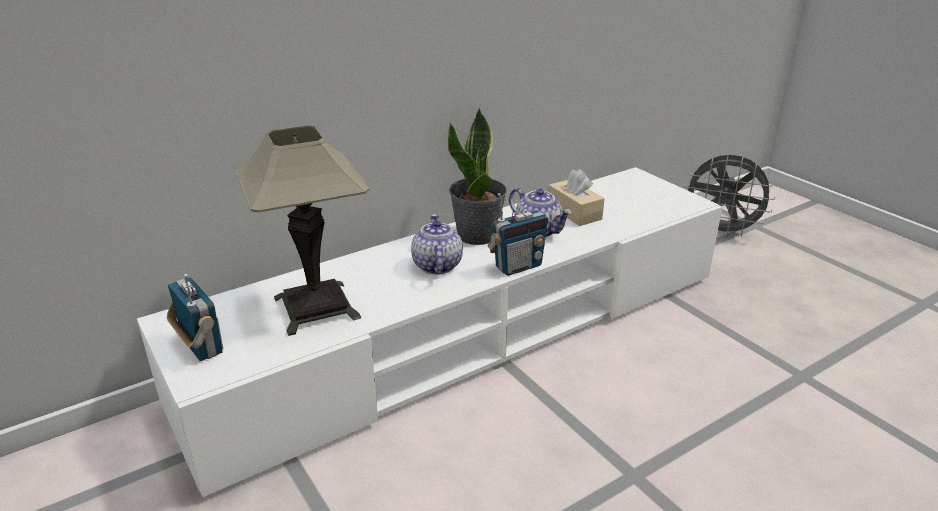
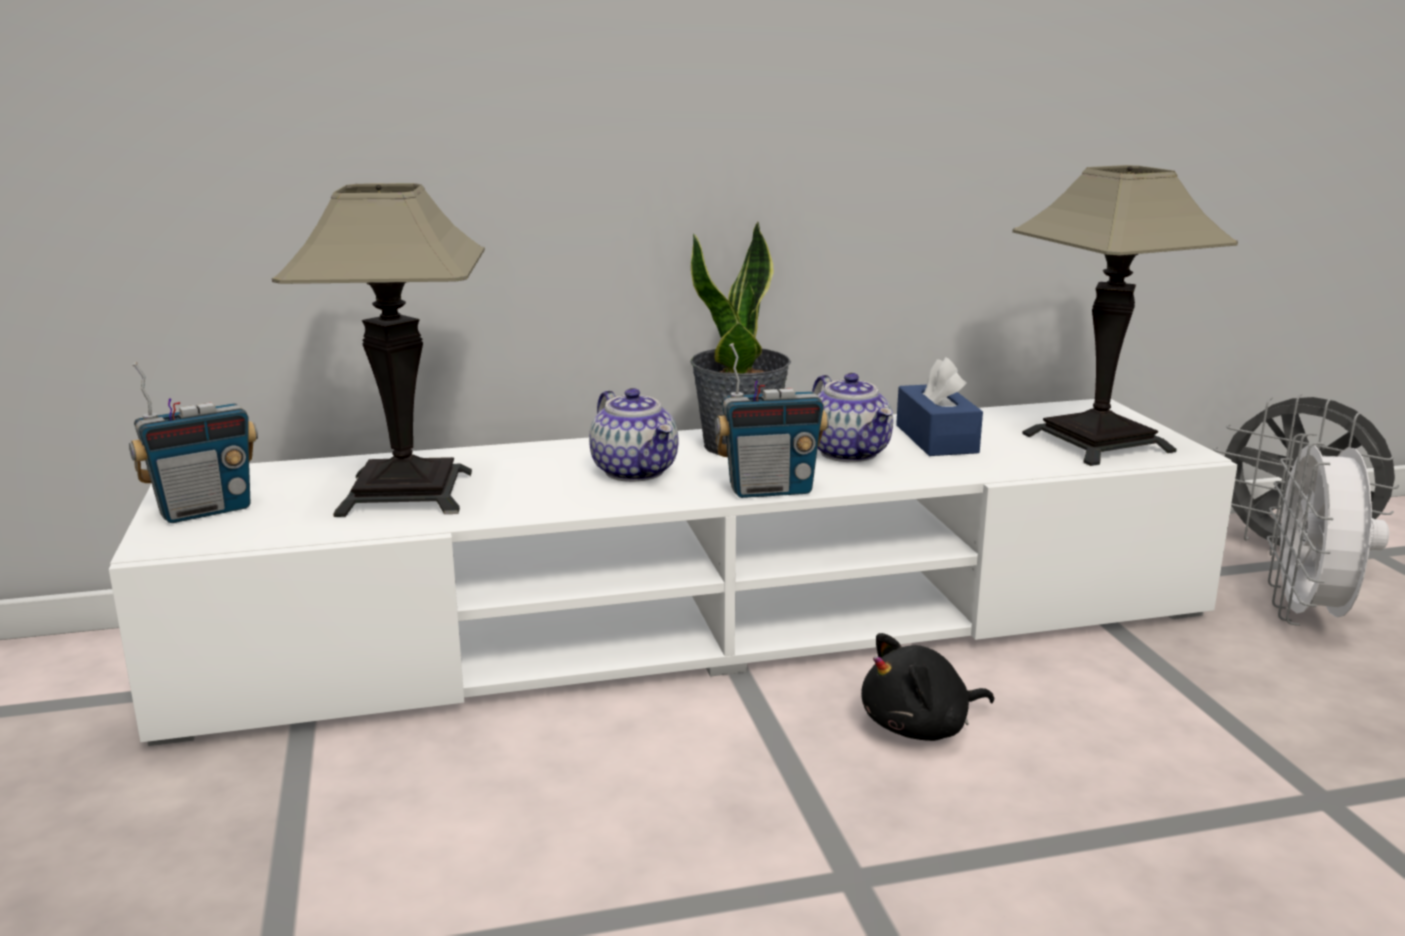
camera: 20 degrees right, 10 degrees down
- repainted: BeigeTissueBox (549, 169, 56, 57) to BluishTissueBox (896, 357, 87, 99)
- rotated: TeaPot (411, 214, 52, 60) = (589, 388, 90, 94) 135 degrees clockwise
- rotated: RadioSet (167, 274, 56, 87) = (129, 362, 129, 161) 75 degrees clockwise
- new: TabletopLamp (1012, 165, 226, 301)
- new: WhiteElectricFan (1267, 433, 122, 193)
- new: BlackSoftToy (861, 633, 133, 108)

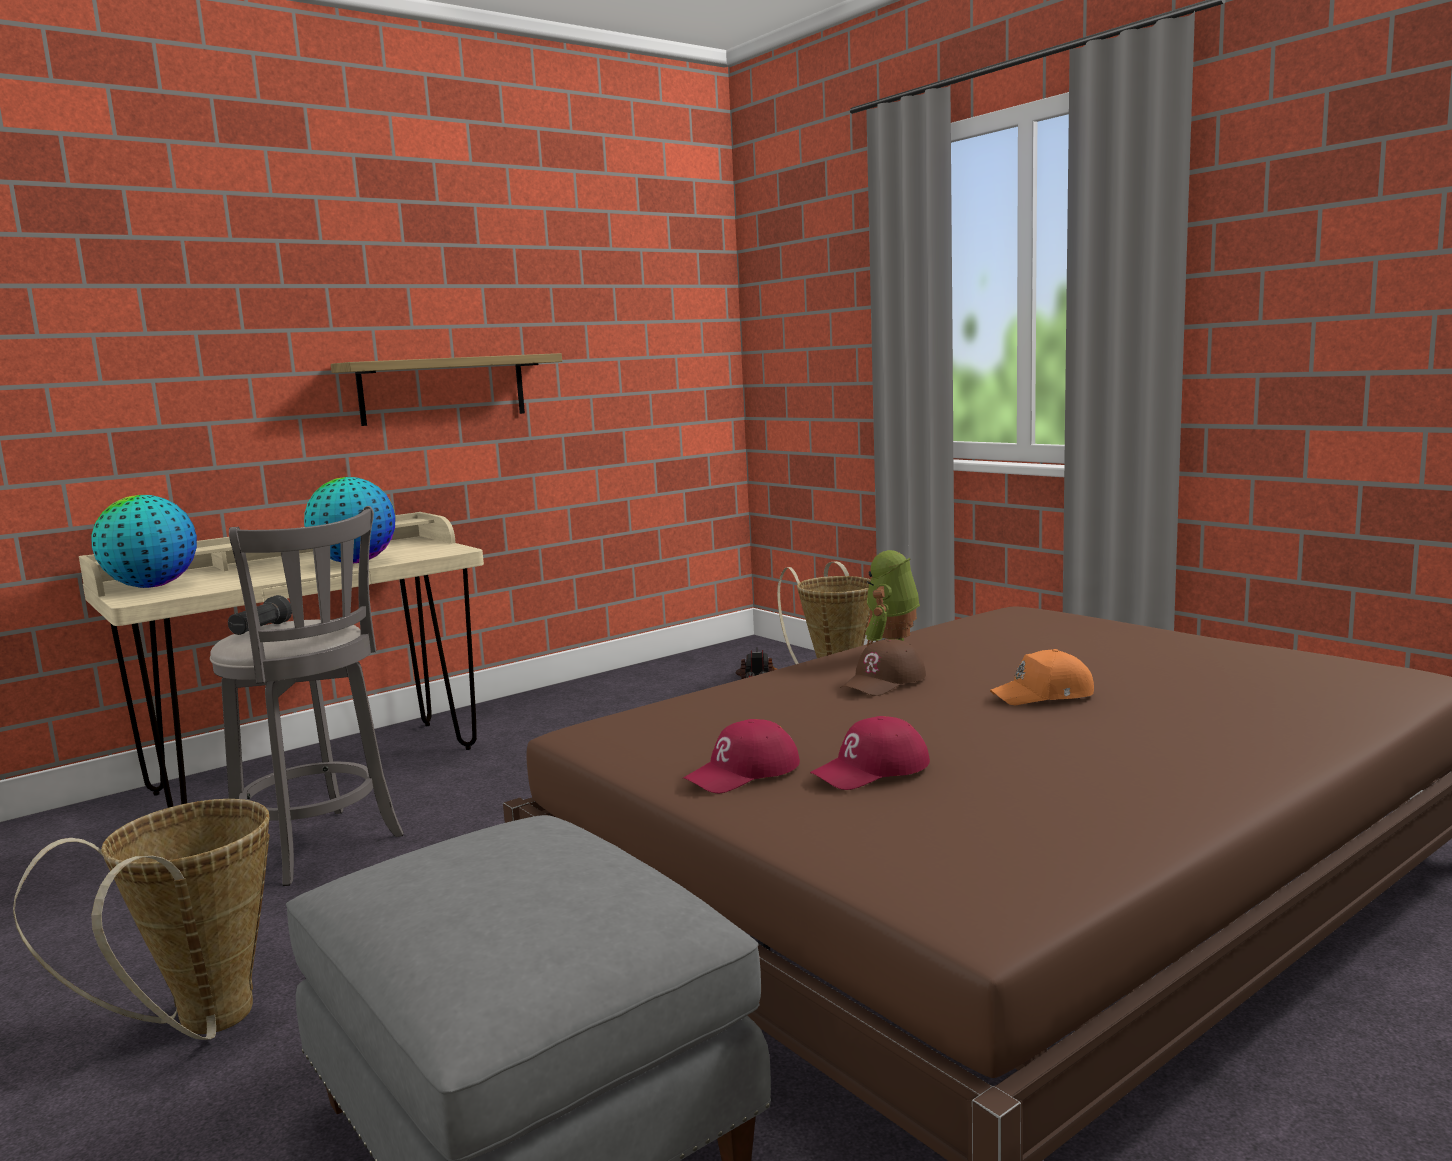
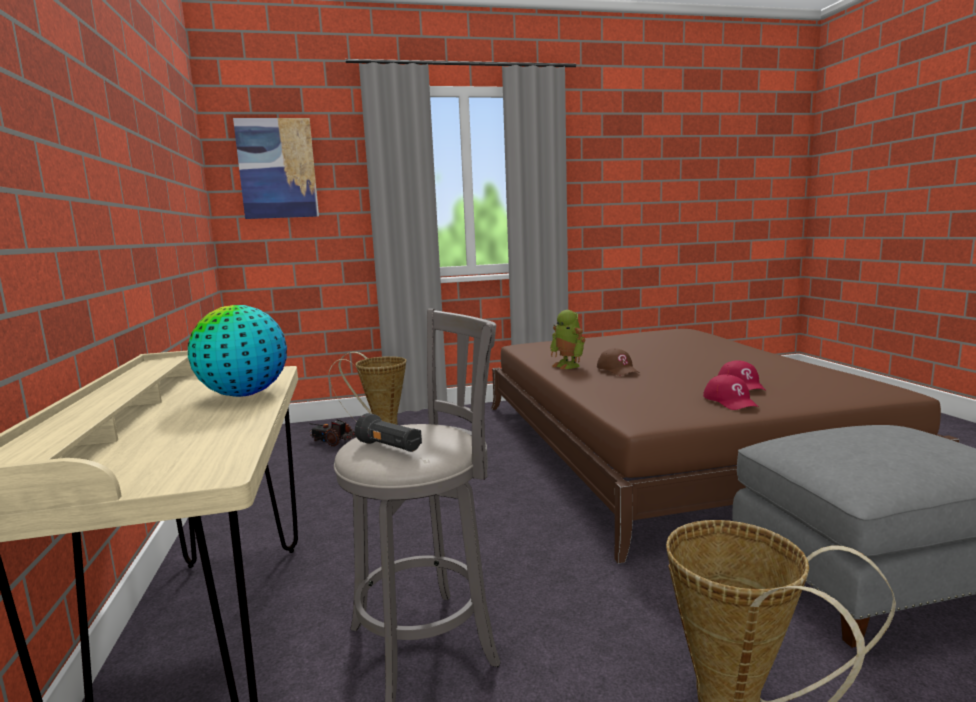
camera: 65 degrees left, 0 degrees up
- gone: Shelf (331, 353, 231, 73)
- gone: Globe (92, 495, 105, 93)
- gone: OrangeBaseballCap (990, 649, 104, 57)
- new: WallArt (233, 118, 86, 101)

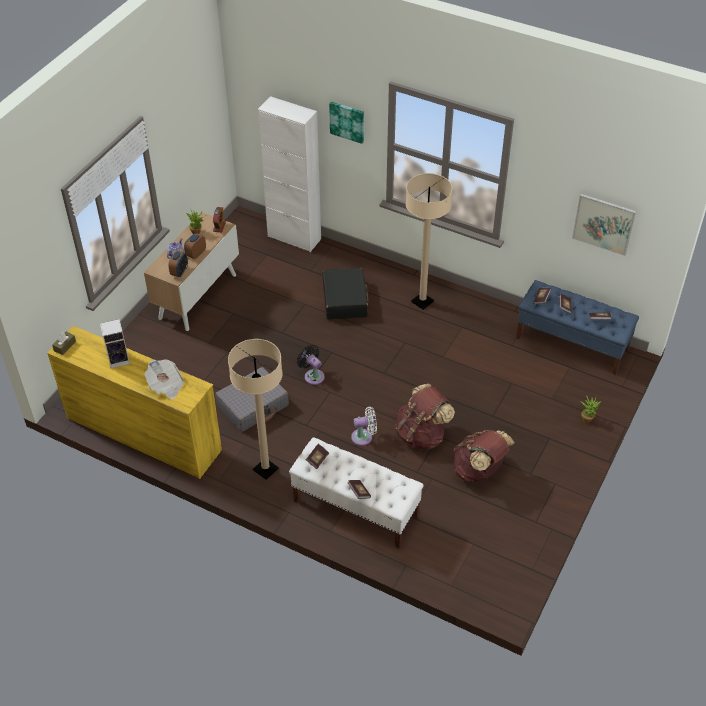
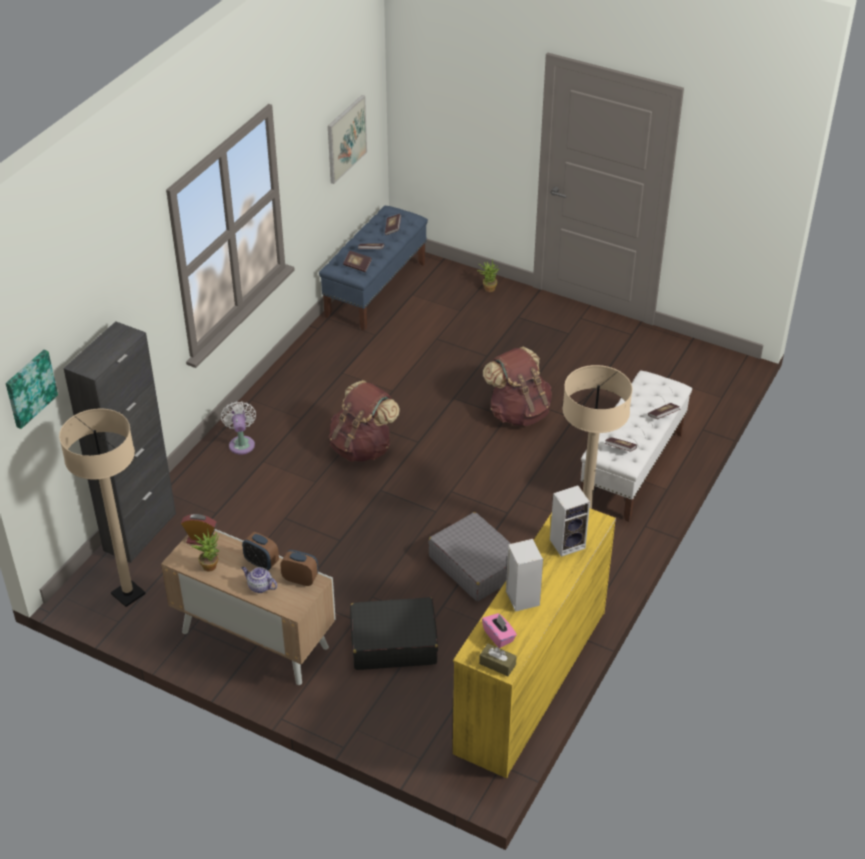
camera: 90 degrees left, 5 degrees down
- repainted: WhiteStorageCabinet (258, 96, 63, 156) to BlackStorageCabinet (63, 321, 113, 242)
- shifted: WallArt (329, 102, 35, 42) to (6, 350, 52, 79)
- shifted: BeigeStandardLamp (406, 173, 46, 137) to (59, 408, 87, 199)
- shifted: BlackPieceOfLuggage (322, 268, 47, 51) to (350, 597, 88, 73)
- gone: BlackElectricFan (297, 345, 28, 40)
- swapped: DailyPaper (145, 359, 40, 40) to Speaker (550, 486, 40, 71)
- shifted: WhiteElectricFan (351, 407, 26, 39) to (221, 401, 35, 54)
- shifted: BrownColouredRucksack (453, 430, 62, 52) to (329, 380, 71, 82)
- new: PinkishTissueBox (482, 613, 35, 35)

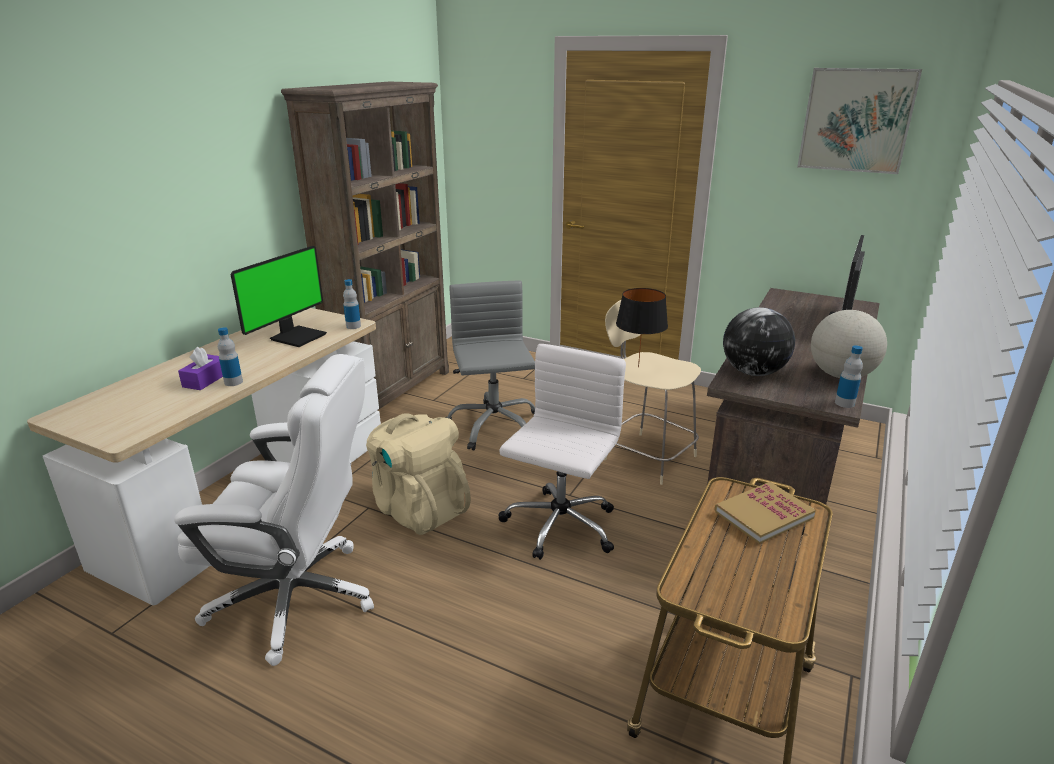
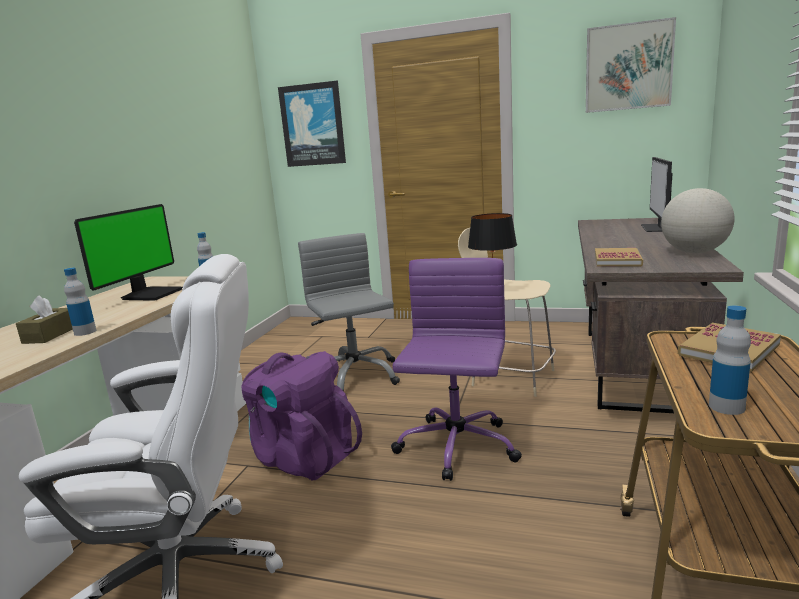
camera: 10 degrees left, 10 degrees down
- gone: BrownColouredShelvingUnit (281, 82, 168, 329)
- swapped: Globe (723, 307, 72, 69) to BoundBook (595, 248, 48, 19)
- repainted: WhiteOfficeChair (498, 344, 128, 216) to PurplishOfficeChair (391, 258, 131, 223)
- shifted: Bottle (835, 345, 28, 63) to (709, 306, 42, 109)
- repainted: PurplishTissueBox (178, 347, 45, 43) to BrownColouredTissueBox (16, 295, 57, 49)
- repainted: BeigeRucksack (366, 413, 105, 122) to PurplishRucksack (241, 351, 121, 130)
- new: WallArt (278, 81, 68, 86)

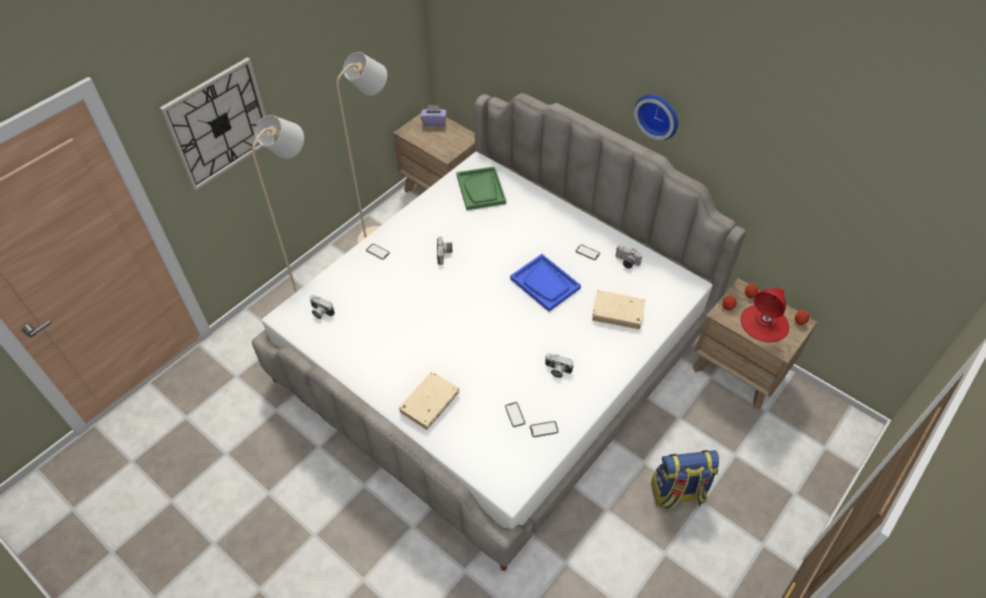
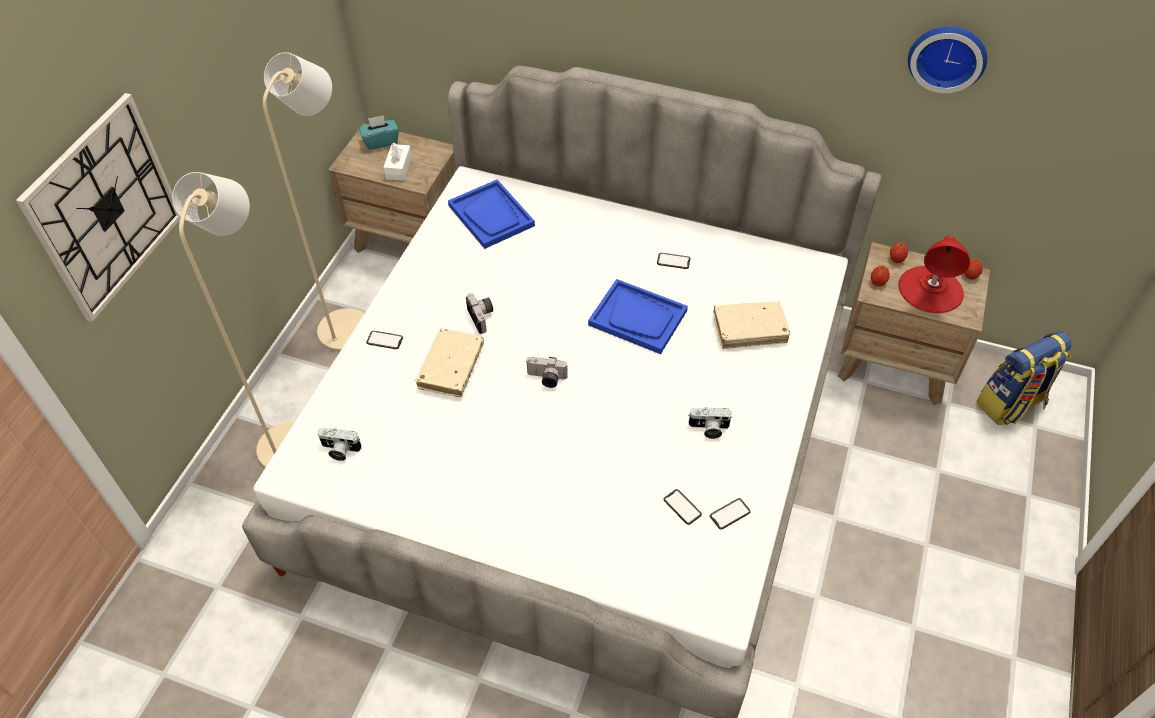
camera: 20 degrees left, 0 degrees up
- shifted: ClockOnTheWall (634, 95, 44, 45) to (908, 26, 79, 67)
- repainted: PurplishTissueBox (421, 105, 26, 21) to TurquoiseColouredTissueBox (359, 115, 40, 35)
- repainted: GreenColouredTray (457, 166, 49, 44) to BluishTray (448, 179, 87, 70)
- shifted: StillCamera (616, 245, 26, 24) to (526, 357, 42, 31)
- shifted: BeigeBoundBook (399, 372, 60, 58) to (416, 329, 68, 68)
- shifted: Rucksack (651, 450, 68, 60) to (976, 331, 96, 94)
- new: WhiteTissueBox (383, 142, 29, 39)

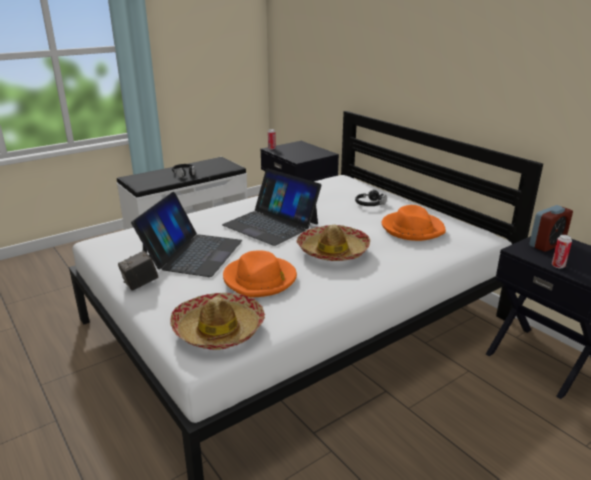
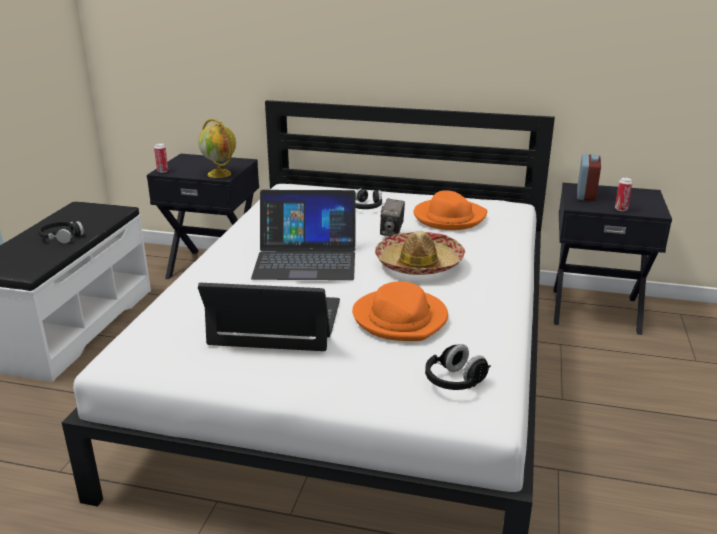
camera: 40 degrees left, 0 degrees up
- rotated: NotebookComputer (131, 192, 111, 85) = (198, 283, 142, 68) 60 degrees counterclockwise
- shifted: StillCamera (118, 251, 40, 40) to (380, 198, 25, 38)
- swapped: Hat (170, 293, 95, 57) to BlackPairOfHeadphones (425, 344, 66, 46)
- new: Globe (198, 119, 38, 59)

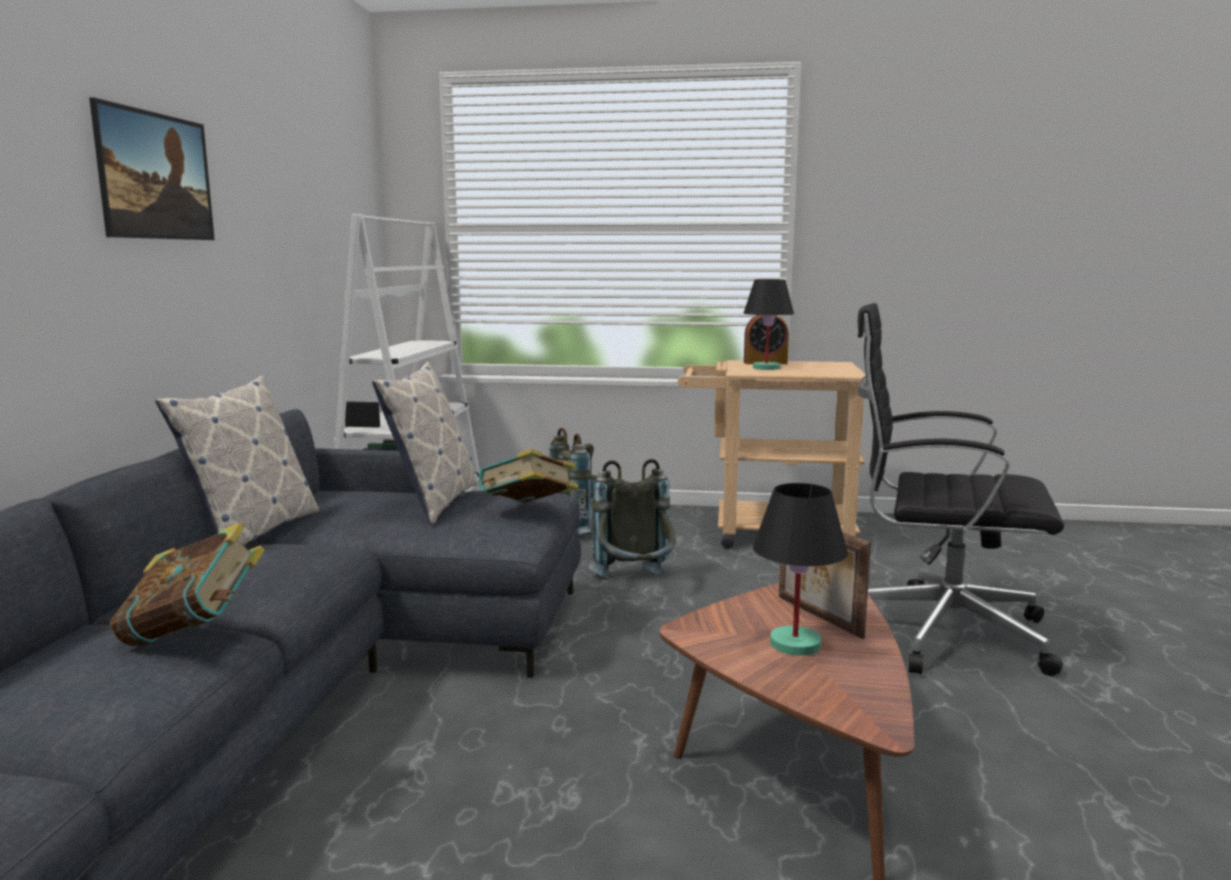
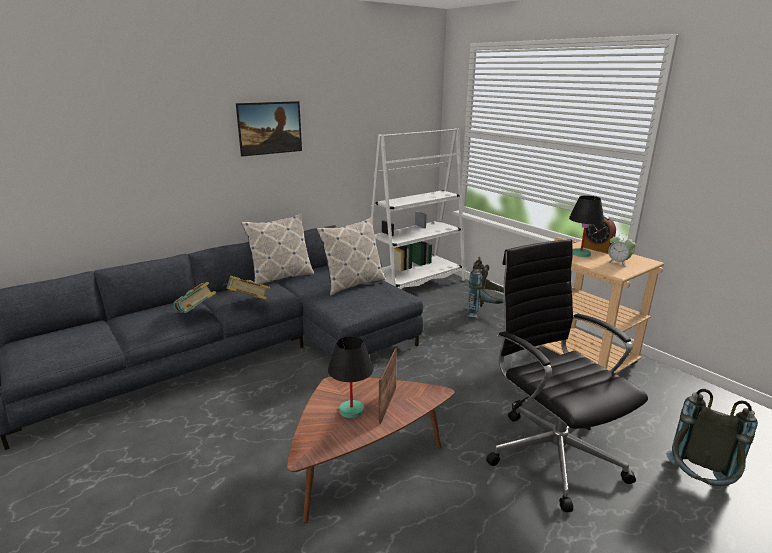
camera: 45 degrees right, 10 degrees up
- shifted: BoundBook (478, 449, 100, 54) to (223, 276, 47, 24)
- shifted: GreyRucksack (589, 459, 87, 118) to (666, 389, 92, 97)
- new: AlarmClock (608, 234, 28, 33)

